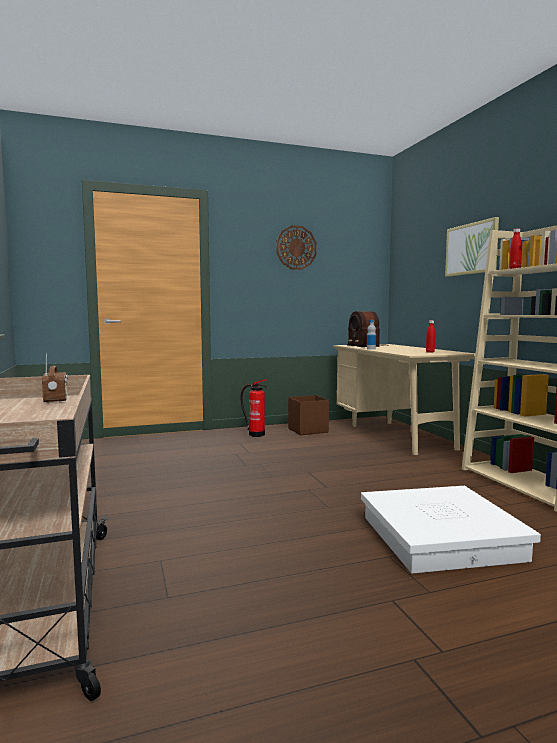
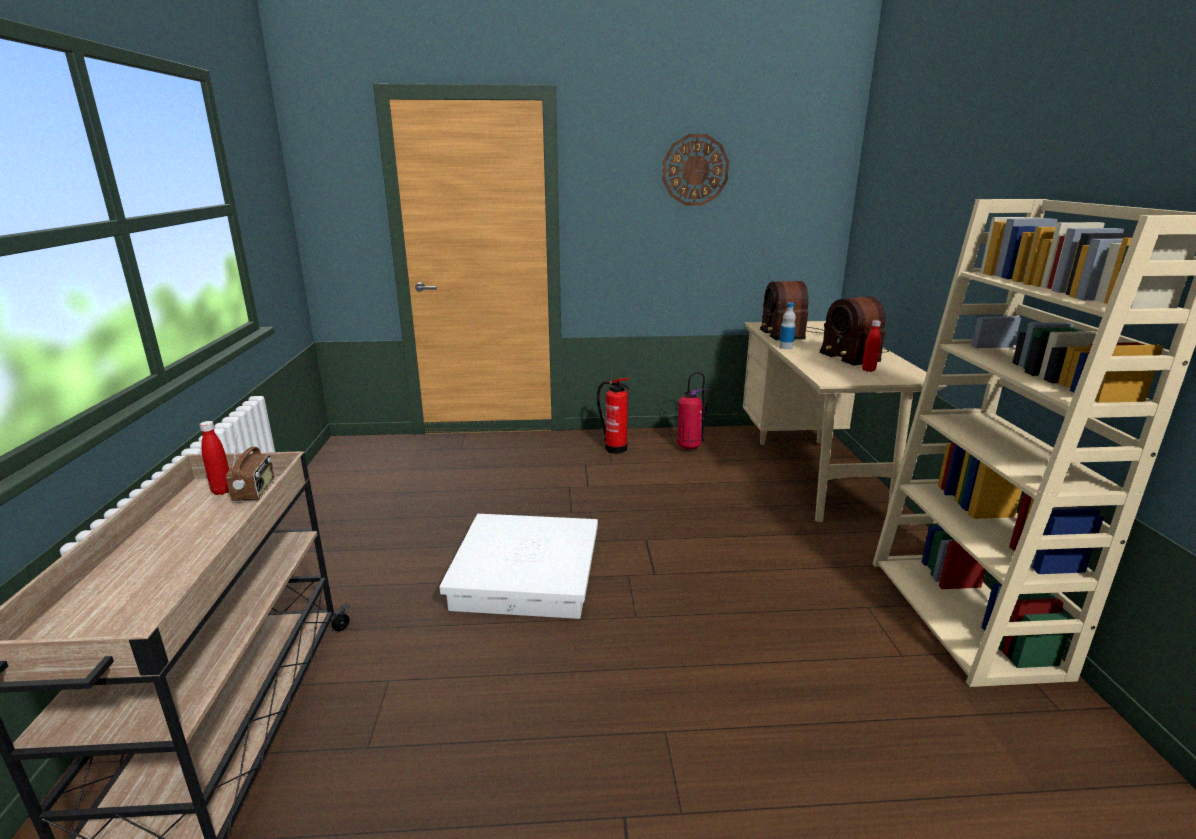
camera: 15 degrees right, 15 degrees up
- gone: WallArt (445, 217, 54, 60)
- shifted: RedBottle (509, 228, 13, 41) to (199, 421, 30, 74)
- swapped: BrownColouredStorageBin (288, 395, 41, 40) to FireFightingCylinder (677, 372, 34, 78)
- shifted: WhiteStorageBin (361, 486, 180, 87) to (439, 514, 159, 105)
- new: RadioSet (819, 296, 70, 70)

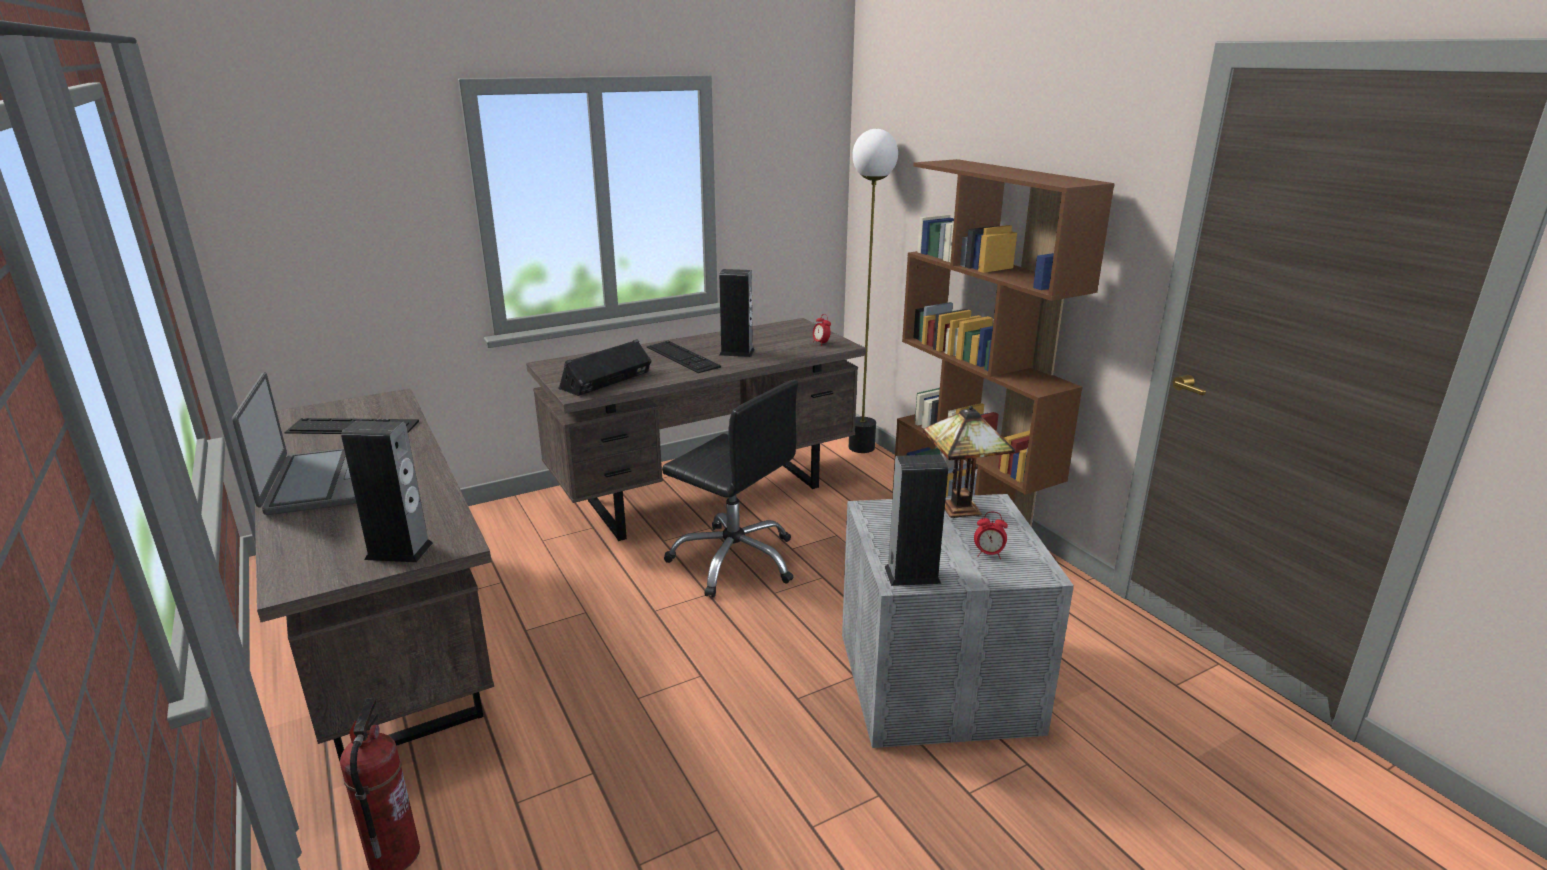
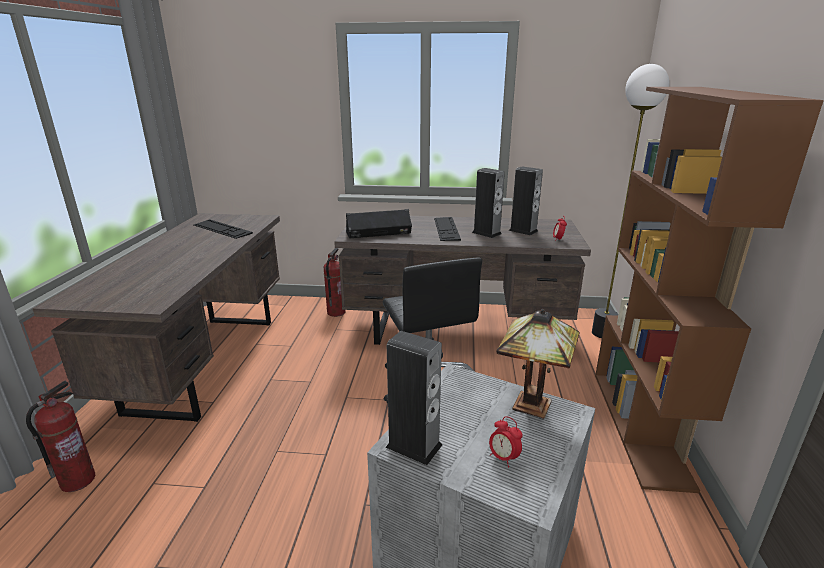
camera: 35 degrees right, 0 degrees up
- gone: NotebookComputer (232, 372, 124, 143)
- shifted: Speaker (341, 420, 92, 142) to (509, 166, 34, 69)
- new: FireFightingCylinder (324, 248, 21, 69)

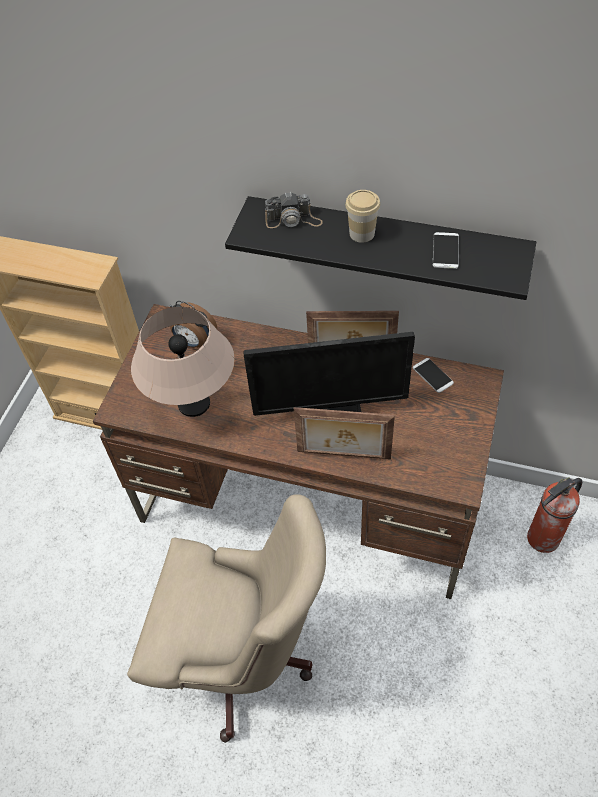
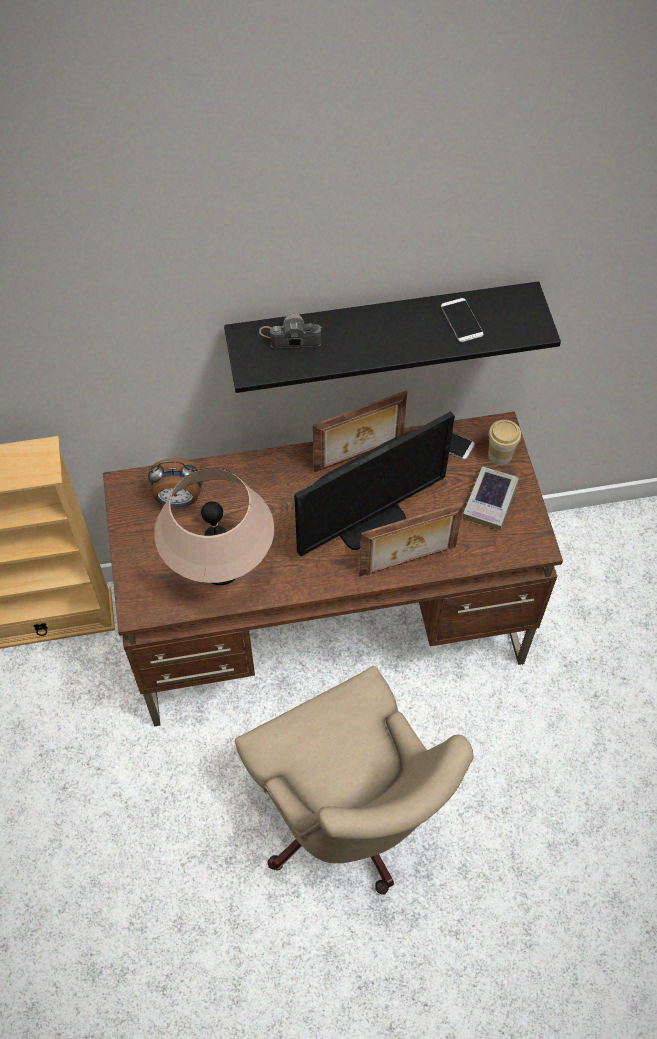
camera: 30 degrees left, 5 degrees up
- shifted: SmallCup (345, 190, 35, 53) to (488, 420, 33, 45)
- rotated: StillCamera (265, 192, 58, 36) = (259, 313, 64, 36) 150 degrees counterclockwise
- gone: FireFightingCylinder (527, 477, 55, 76)
- rotated: BeigeOfficeChair (127, 494, 199, 249) = (235, 666, 239, 229) 75 degrees clockwise
- new: BoundBook (463, 466, 56, 64)

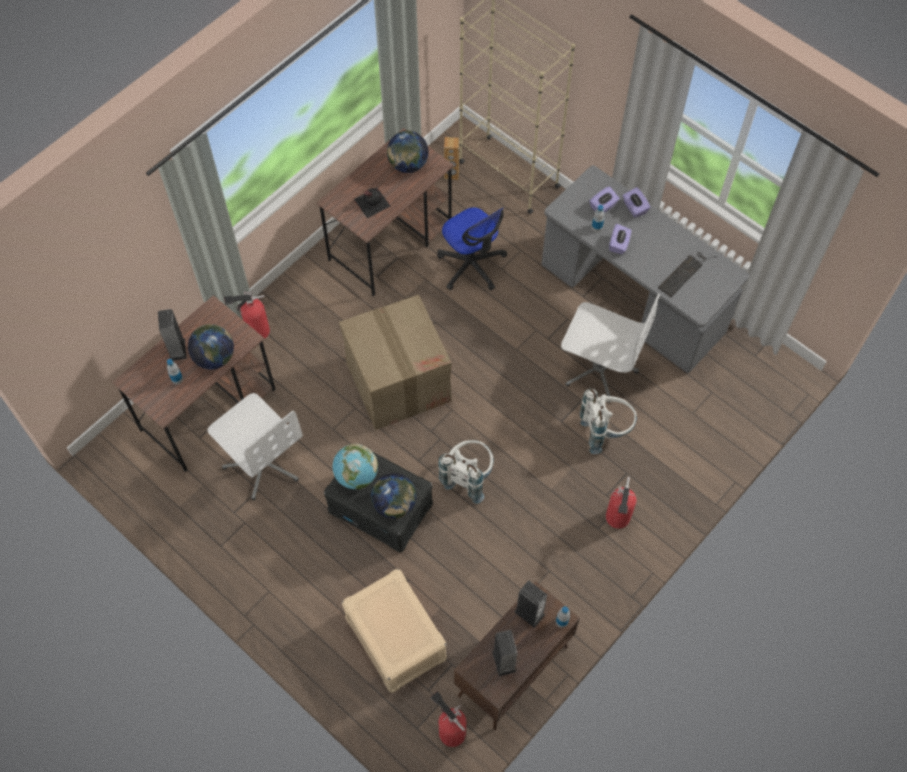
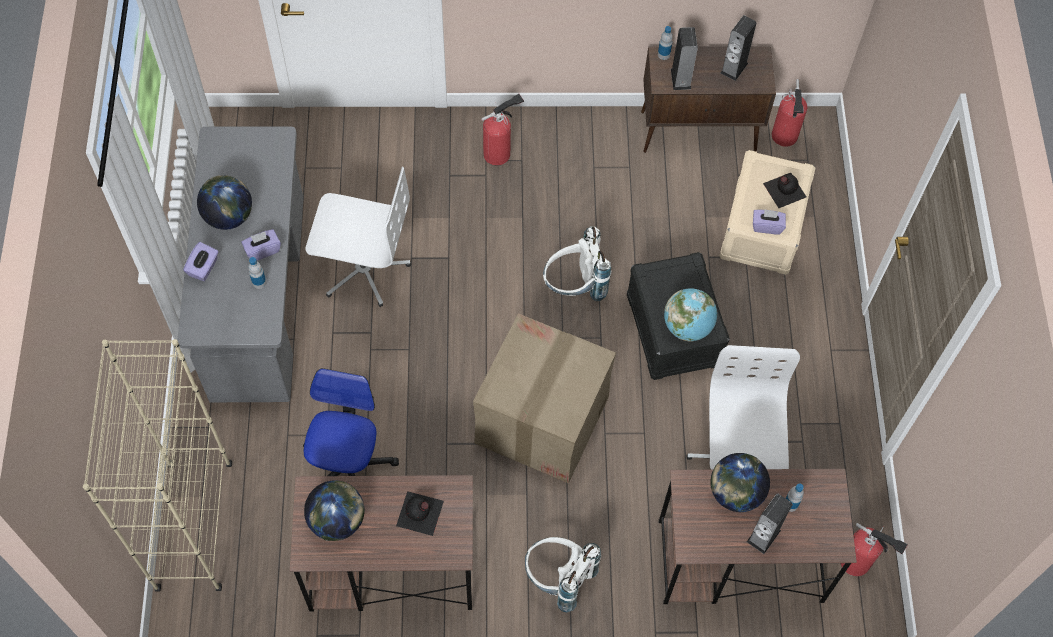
camera: 135 degrees left, 0 degrees up
- gone: BrownColouredSpeaker (444, 137, 15, 43)
- shifted: PurplishTissueBox (590, 186, 30, 27) to (753, 209, 33, 26)
- gone: PcKeyboard (658, 252, 59, 45)
- shifted: FireFightingCylinder (224, 289, 46, 50) to (840, 523, 68, 53)
- rotated: WhiteOfficeChair (561, 294, 99, 109) = (306, 167, 105, 140) 120 degrees clockwise
- shifted: WhiteRucksack (580, 388, 57, 66) to (525, 537, 76, 75)
- shifted: Globe (371, 473, 45, 46) to (197, 175, 55, 55)
- new: BlackBottle (763, 173, 43, 35)

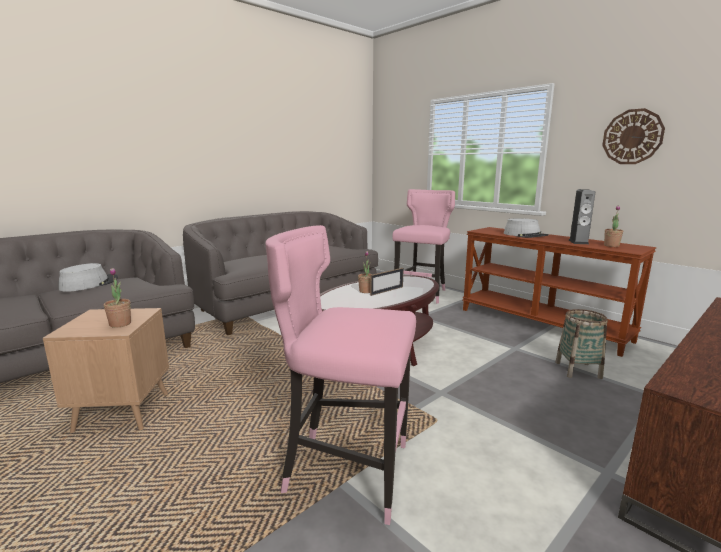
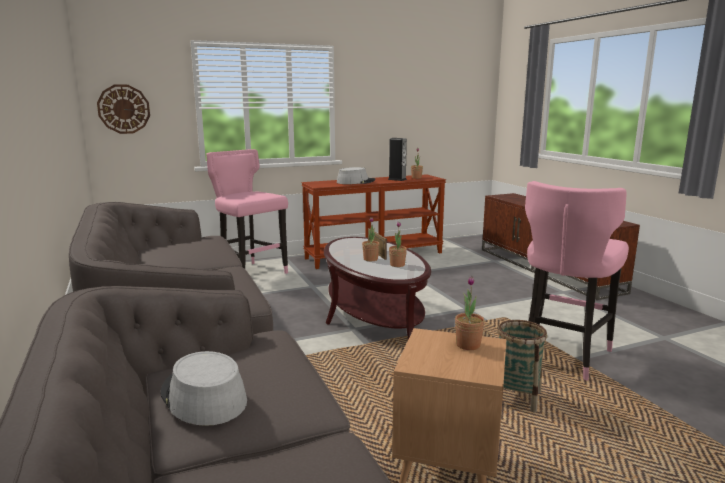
camera: 70 degrees left, 0 degrees up
- shifted: ClockOnTheWall (602, 108, 63, 56) to (97, 85, 53, 49)
- shifted: HouseholdBasket (555, 309, 53, 70) to (498, 320, 49, 92)
- new: Houseplant (389, 222, 18, 45)

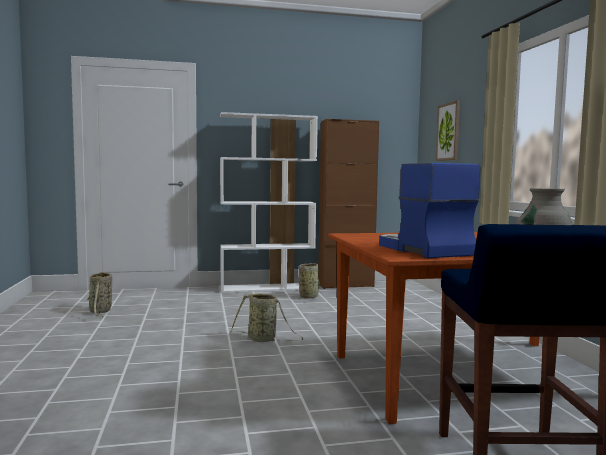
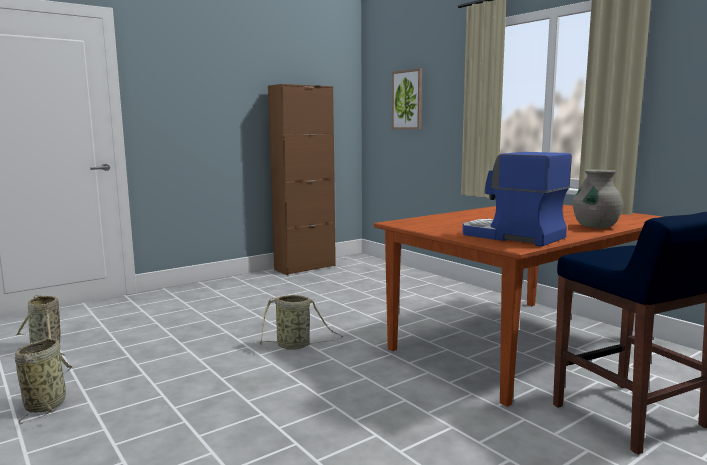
camera: 25 degrees left, 5 degrees up
- gone: WhiteShelvingUnit (220, 112, 98, 181)
- shifted: HouseholdBasket (299, 263, 21, 37) to (15, 338, 57, 86)

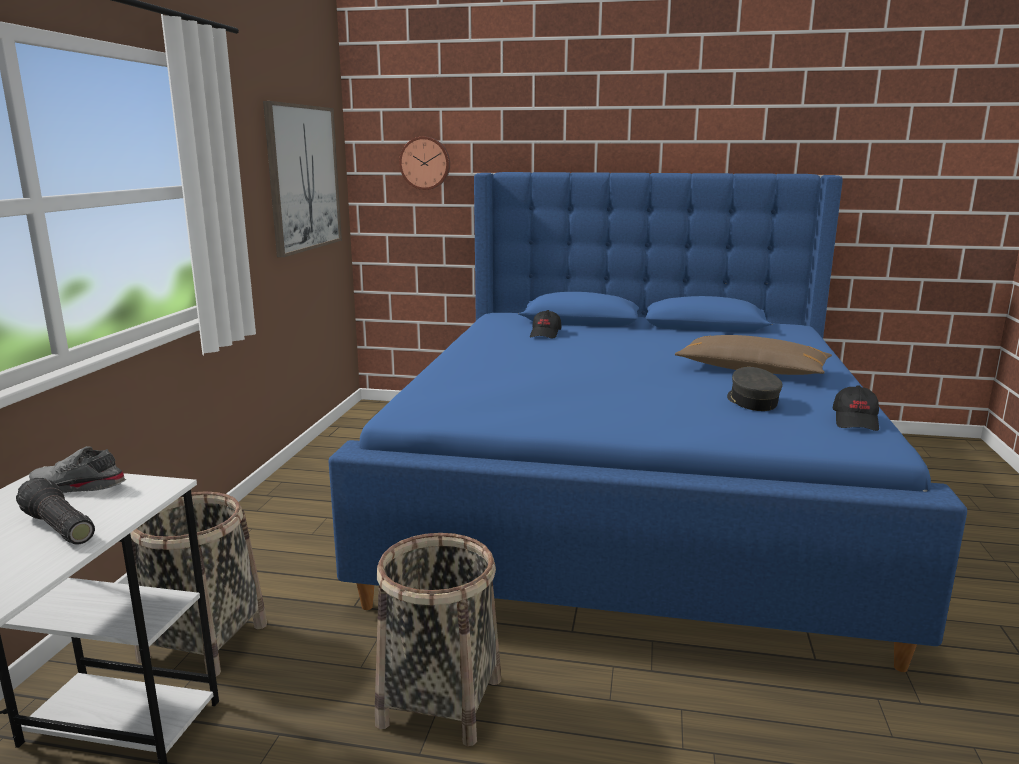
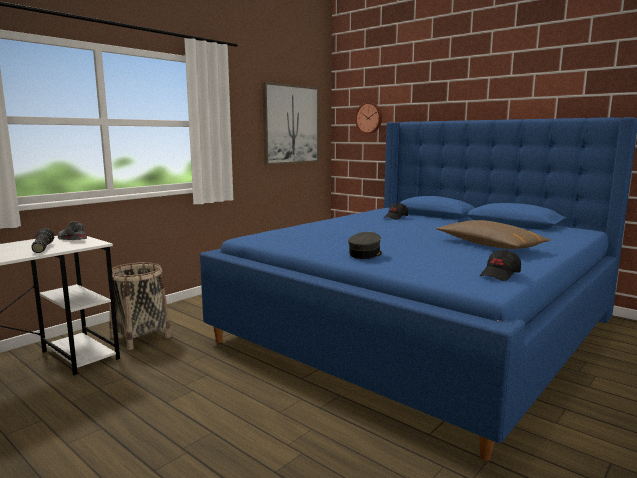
camera: 30 degrees right, 5 degrees down
- shifted: GreyBaseballCap (727, 367, 56, 44) to (348, 232, 34, 27)
- gone: HouseholdBasket (375, 533, 126, 213)

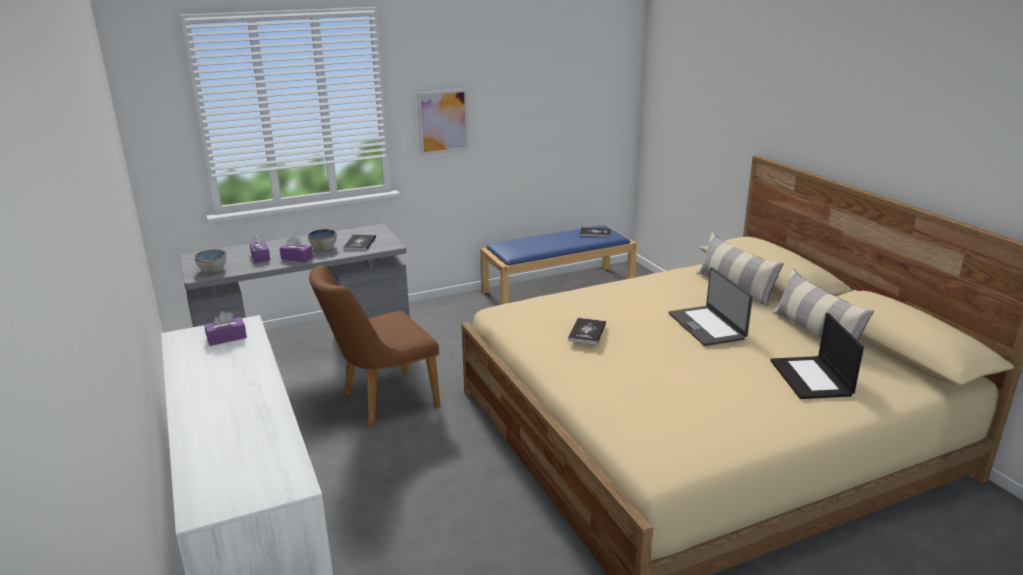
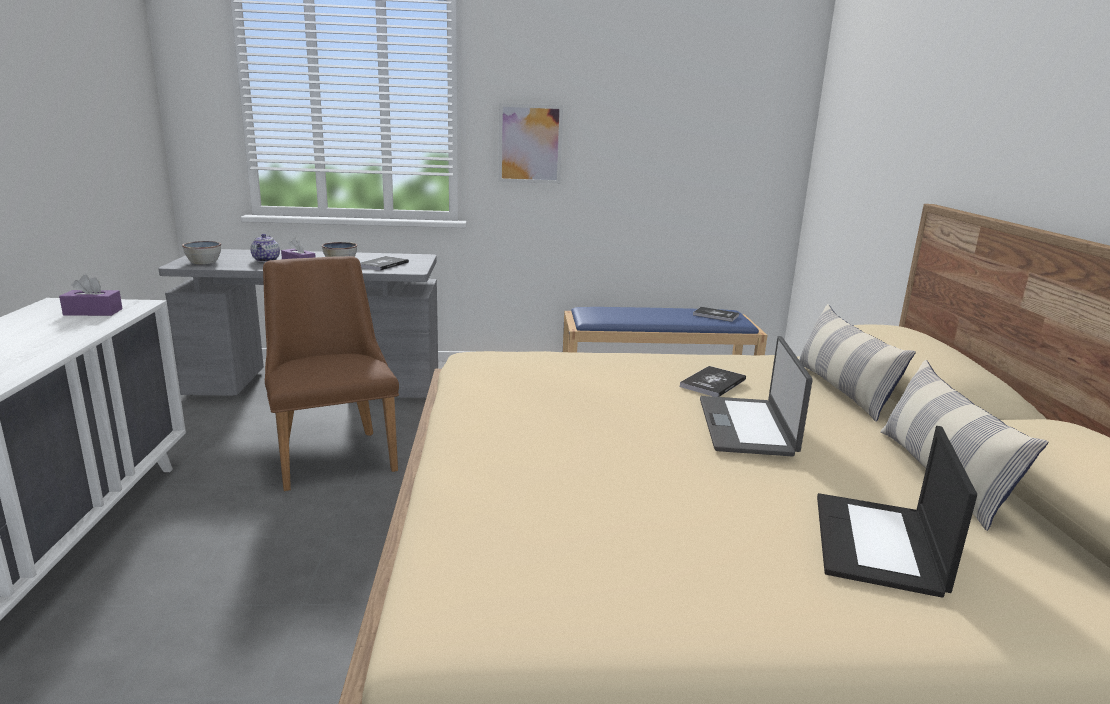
camera: 20 degrees right, 5 degrees down
- swapped: PurplishTissueBox (250, 235, 20, 28) to TeaPot (250, 234, 30, 28)
- rotated: BrownColouredPlainChair (309, 265, 132, 162) = (263, 256, 136, 235) 75 degrees clockwise
- shifted: BoundBook (568, 318, 38, 26) to (680, 366, 66, 31)

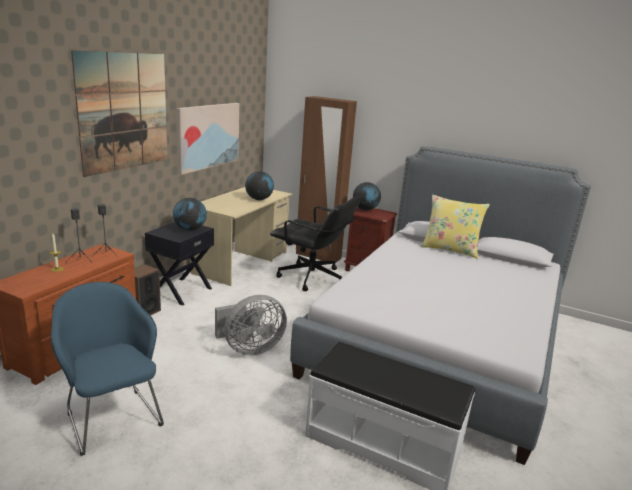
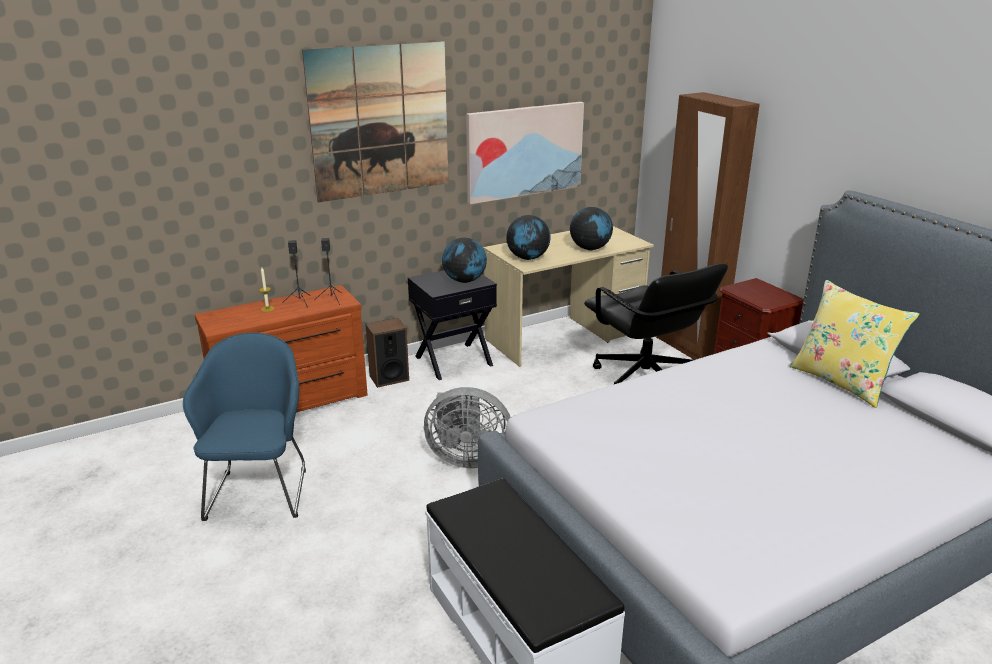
camera: 35 degrees right, 5 degrees up
- shifted: Globe (353, 182, 28, 29) to (506, 215, 45, 45)

